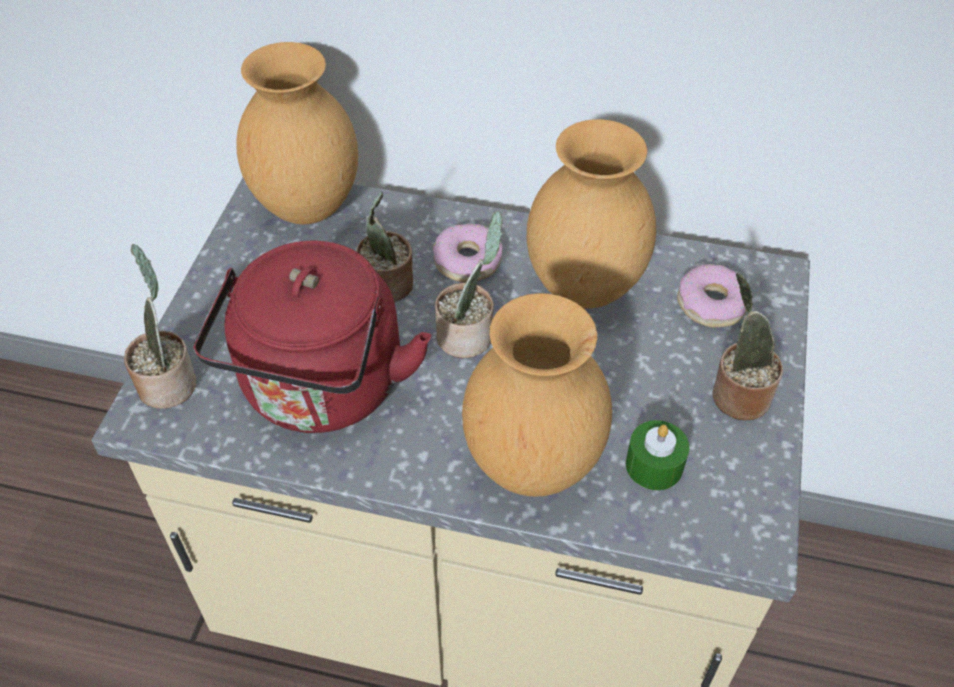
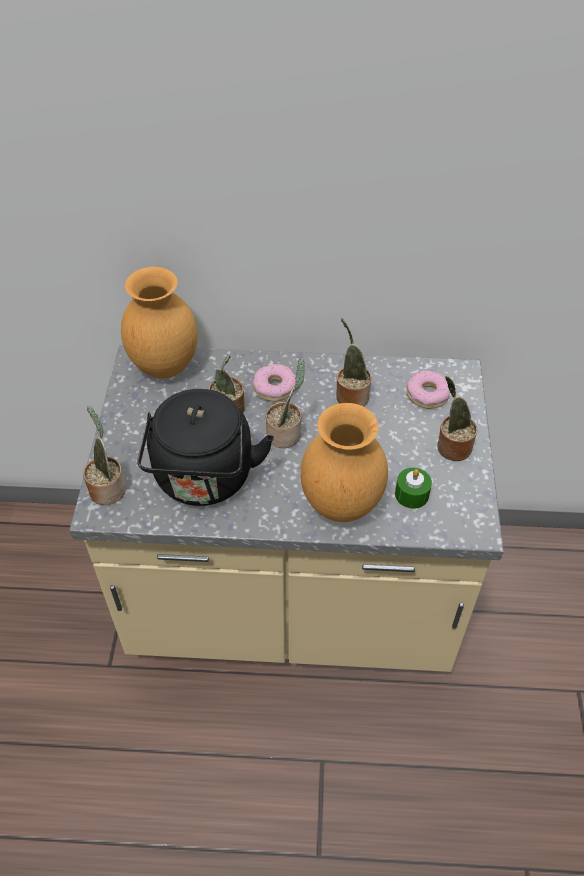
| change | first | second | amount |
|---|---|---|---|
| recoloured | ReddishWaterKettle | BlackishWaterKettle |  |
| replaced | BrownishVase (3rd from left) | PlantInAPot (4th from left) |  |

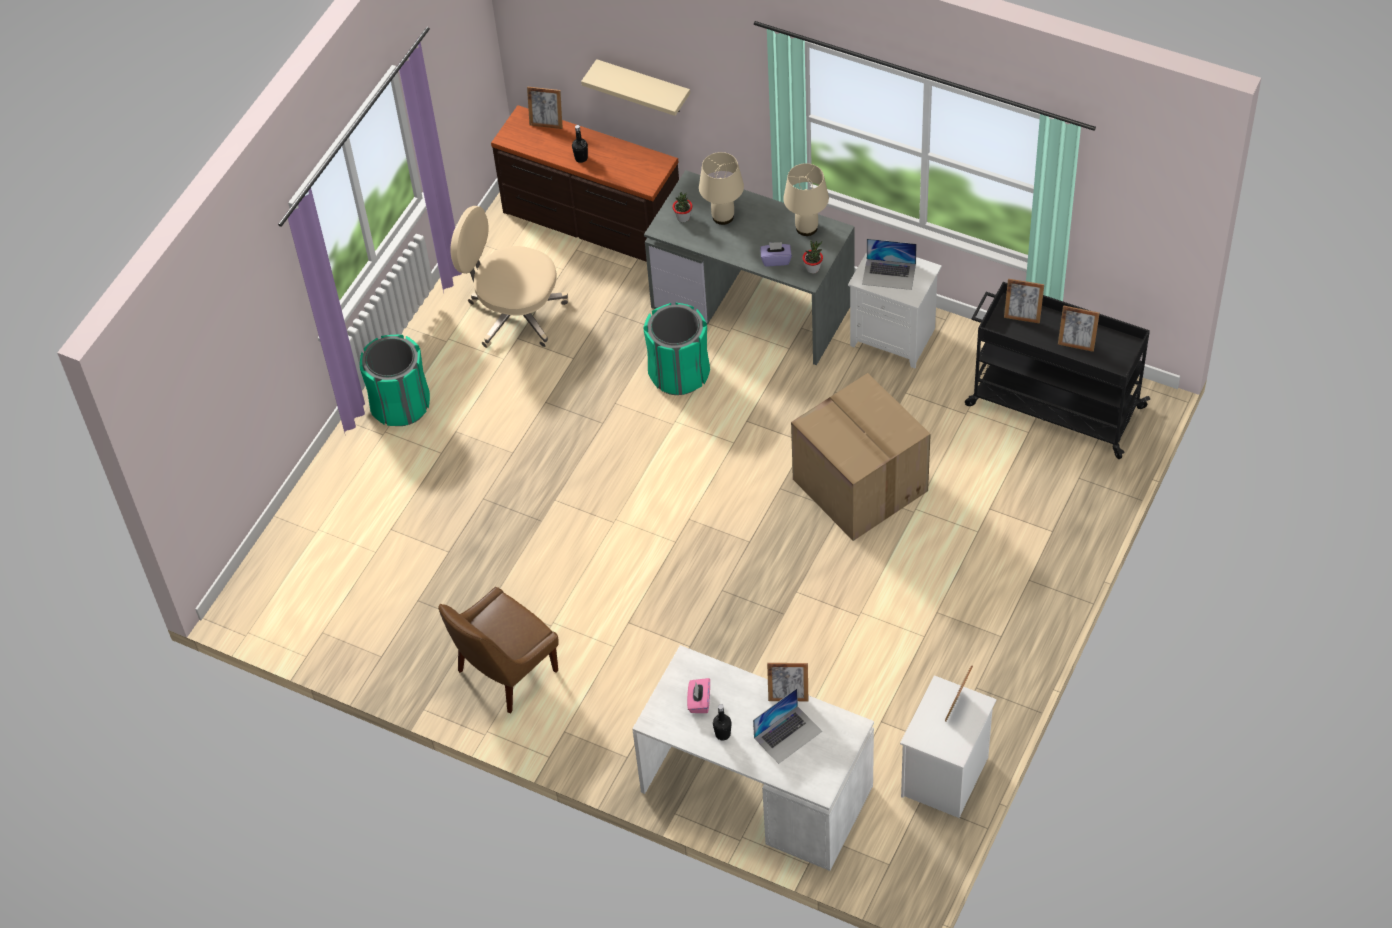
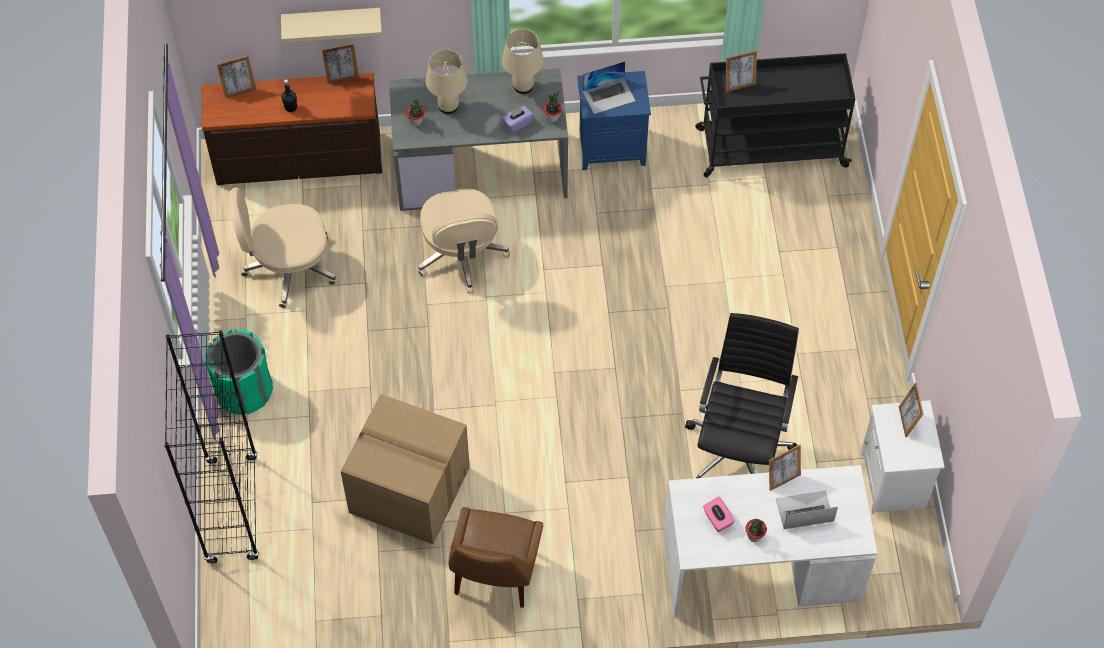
| change | first | second | amount |
|---|---|---|---|
| replaced | GreenWasteBin (2nd from left) | BeigeComputerChair (2nd from left) |  |
| replaced | BlackishBottle (2nd from left) | PlantInAPot (3rd from left) |  |
| turned | Laptop (1st from left in the first image) | Laptop (2nd from left) | 120 degrees counterclockwise |
| moved | Carton |  |  |
| recoloured | WhitishBedsideTable (1st from left) | BlueBedsideTable |  |
| moved | StandingFrame (5th from left in the first image) | StandingFrame (2nd from left) |  |
| added |  | BlackishBookcase |  |
| added |  | BlackishComputerChair |  |

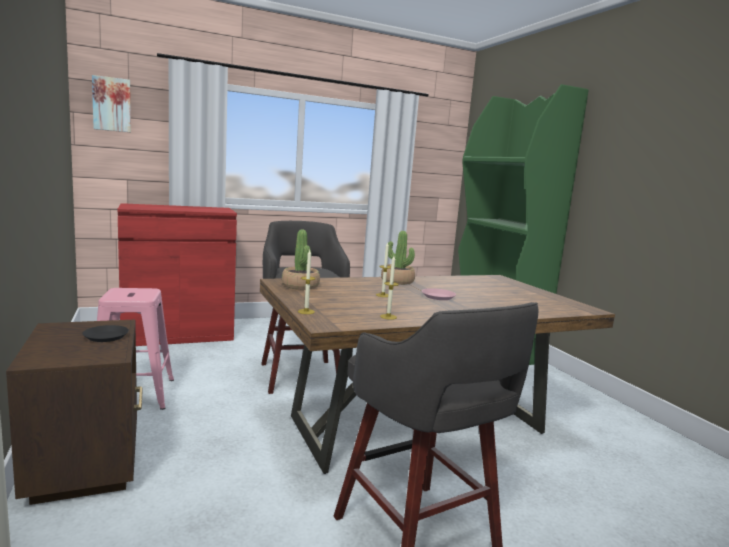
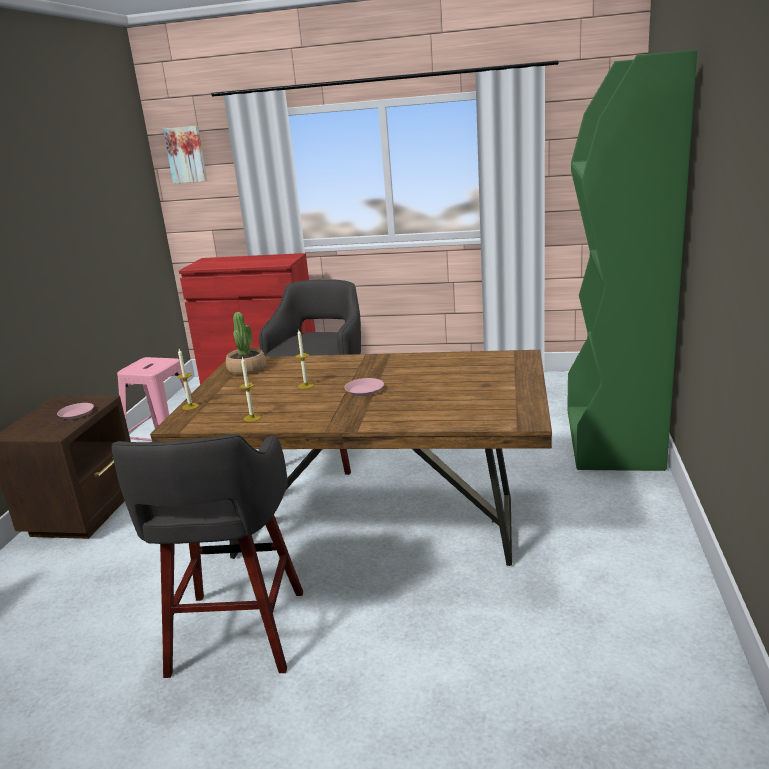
| change | first | second | amount |
|---|---|---|---|
| recoloured | BlackishFlatDish | PinkFlatDish (1st from left) |  |
| removed | PlantInAPot (2nd from left) |  |  |

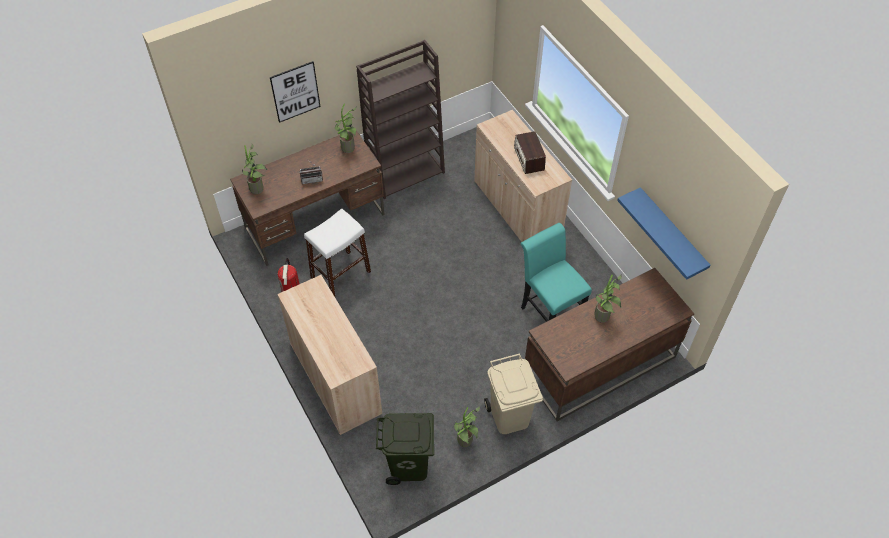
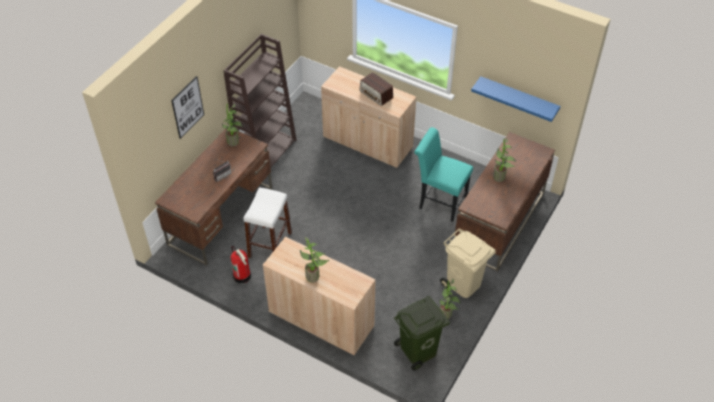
| change | first | second | amount |
|---|---|---|---|
| moved | PlantInAPot (1st from left in the first image) | PlantInAPot (2nd from left) |  |

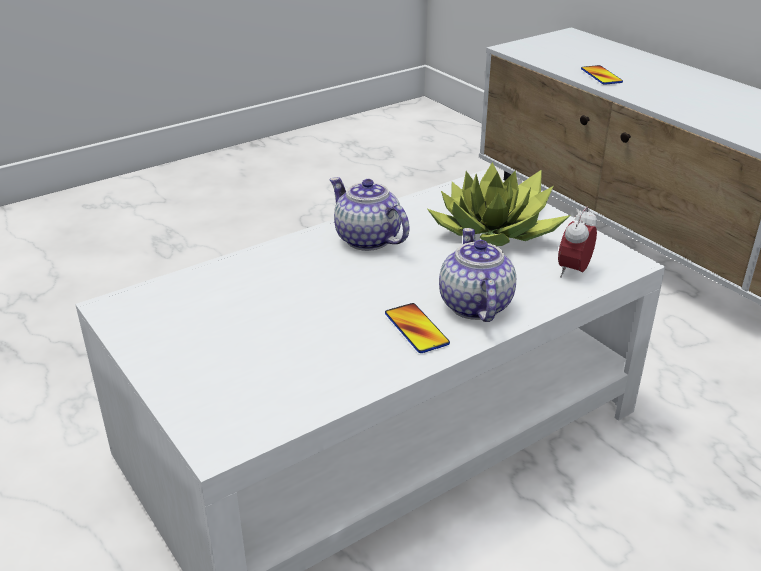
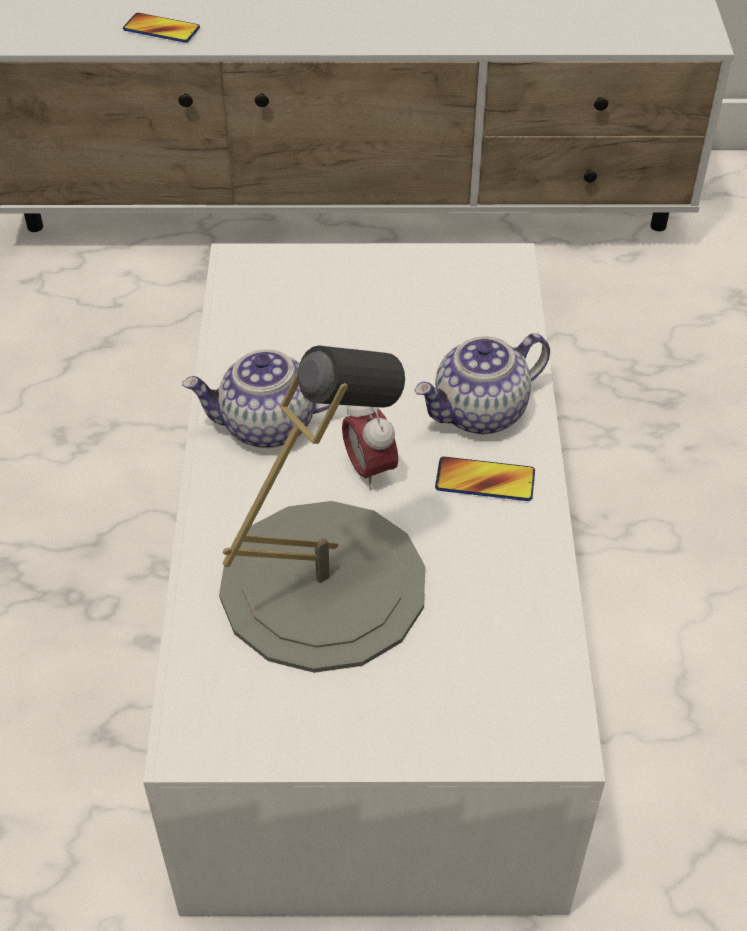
| change | first | second | amount |
|---|---|---|---|
| removed | PlantInAPot |  |  |
| turned | Teapot (2nd from left) |  | 60 degrees counterclockwise |
| moved | BedsideClock |  |  |
| added |  | GreyTableLamp |  |

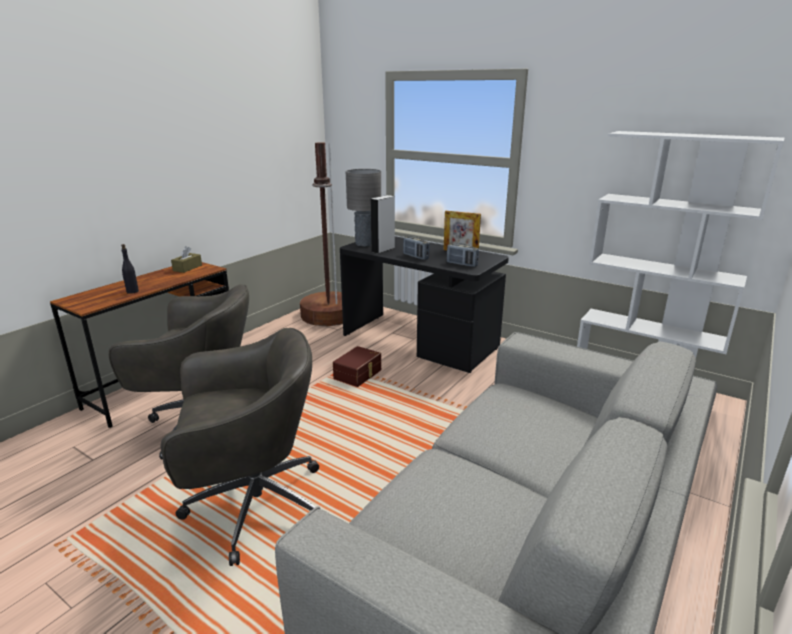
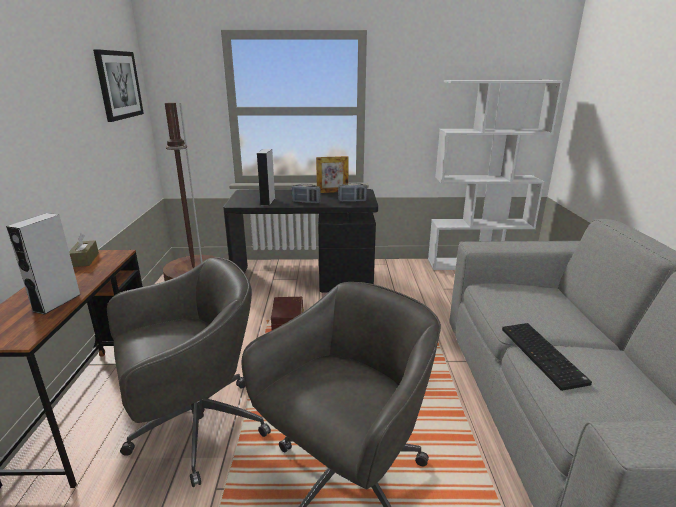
| change | first | second | amount |
|---|---|---|---|
| replaced | BlackishBottle | GreyAudioSpeaker (1st from left) |  |
| removed | GreyTableLamp |  |  |
| added |  | Picture |  |
| added |  | PcKeyboard |  |

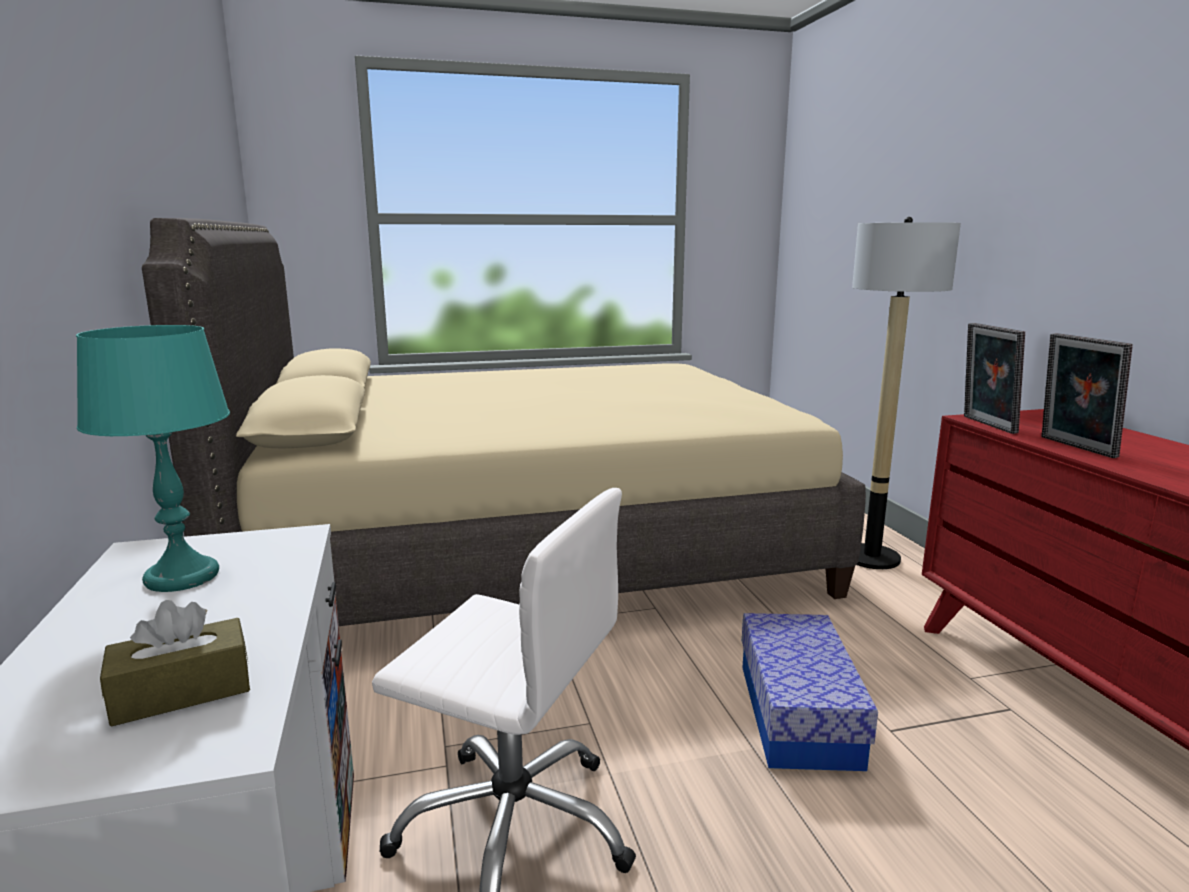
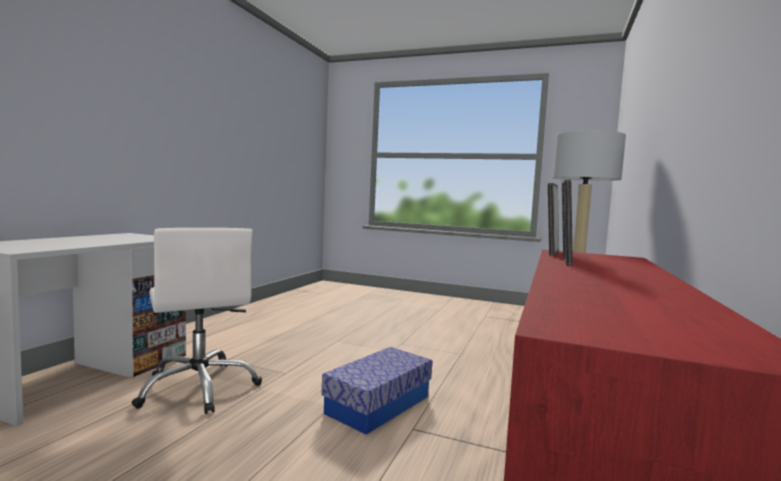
| change | first | second | amount |
|---|---|---|---|
| removed | BlueGreenTableLamp |  |  |
| removed | BrownishTissueBox |  |  |
| removed | BeigeBed |  |  |

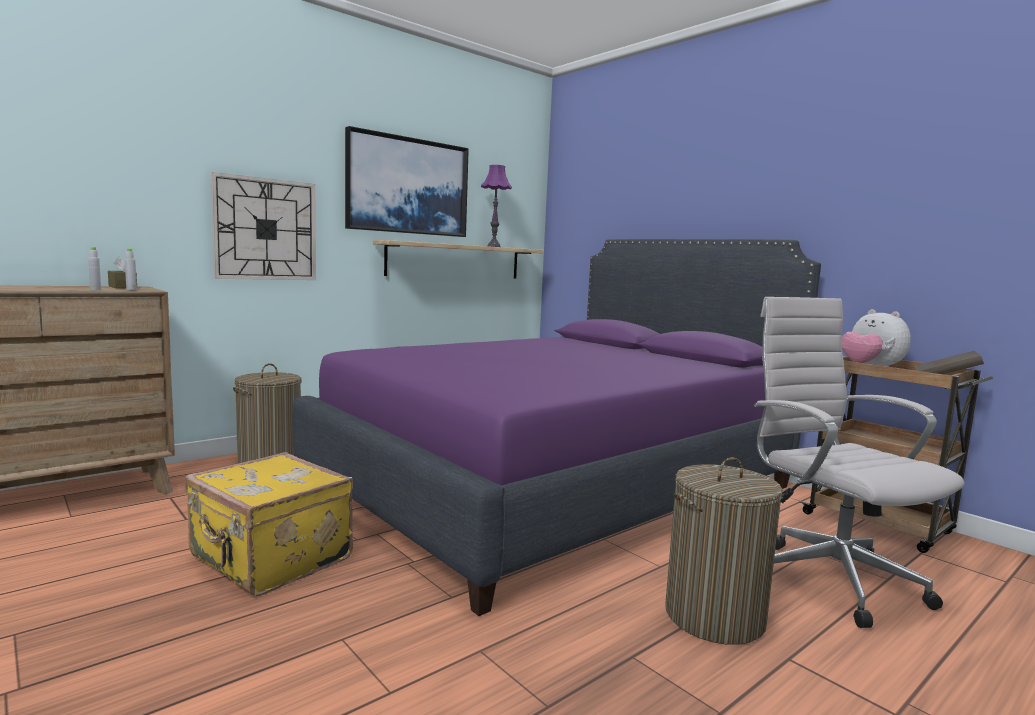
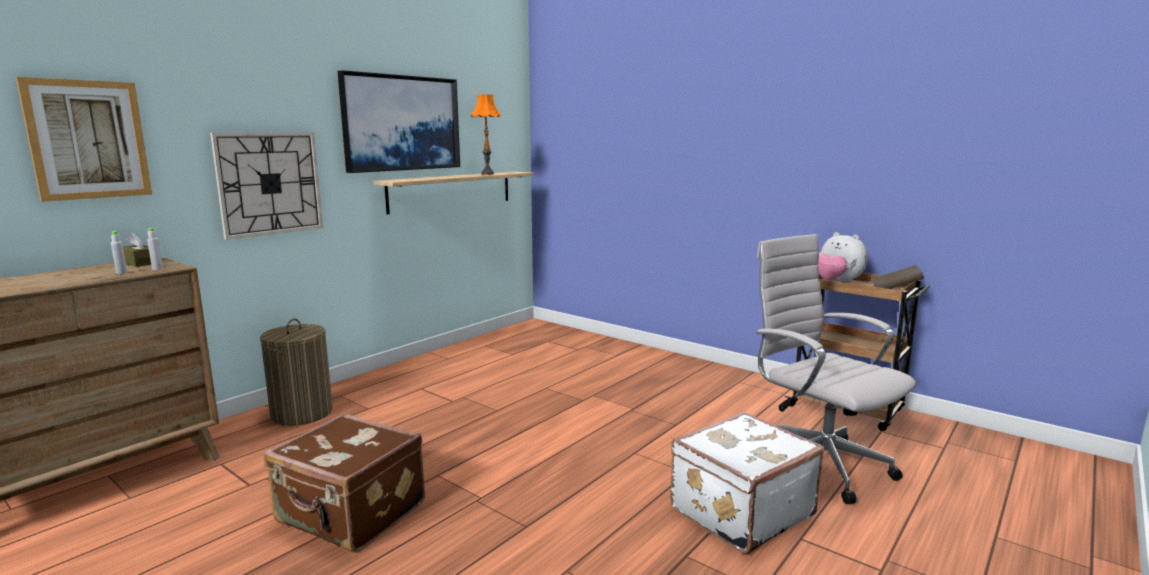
| change | first | second | amount |
|---|---|---|---|
| recoloured | YellowColouredSuitcase | BrownishSuitcase |  |
| removed | PurplishBed |  |  |
| recoloured | PurplishTableLamp | OrangeyTableLamp |  |
| replaced | WashingBasket (2nd from left) | WhitishSuitcase |  |
| added |  | Picture (1st from left) |  |

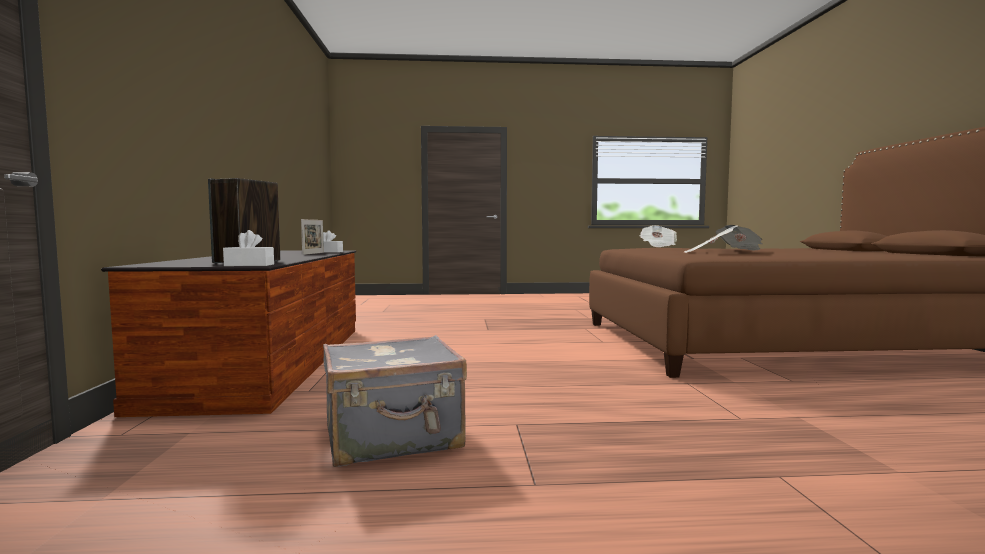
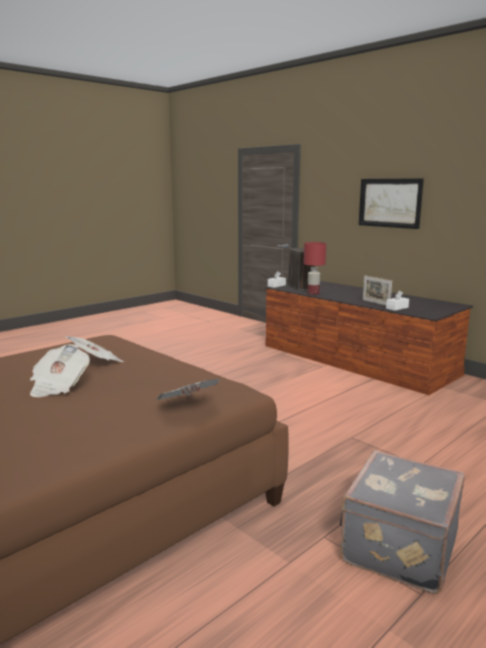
| change | first | second | amount |
|---|---|---|---|
| moved | GreySuitcase |  |  |
| added |  | ReddishTableLamp |  |
| added |  | Picture |  |

